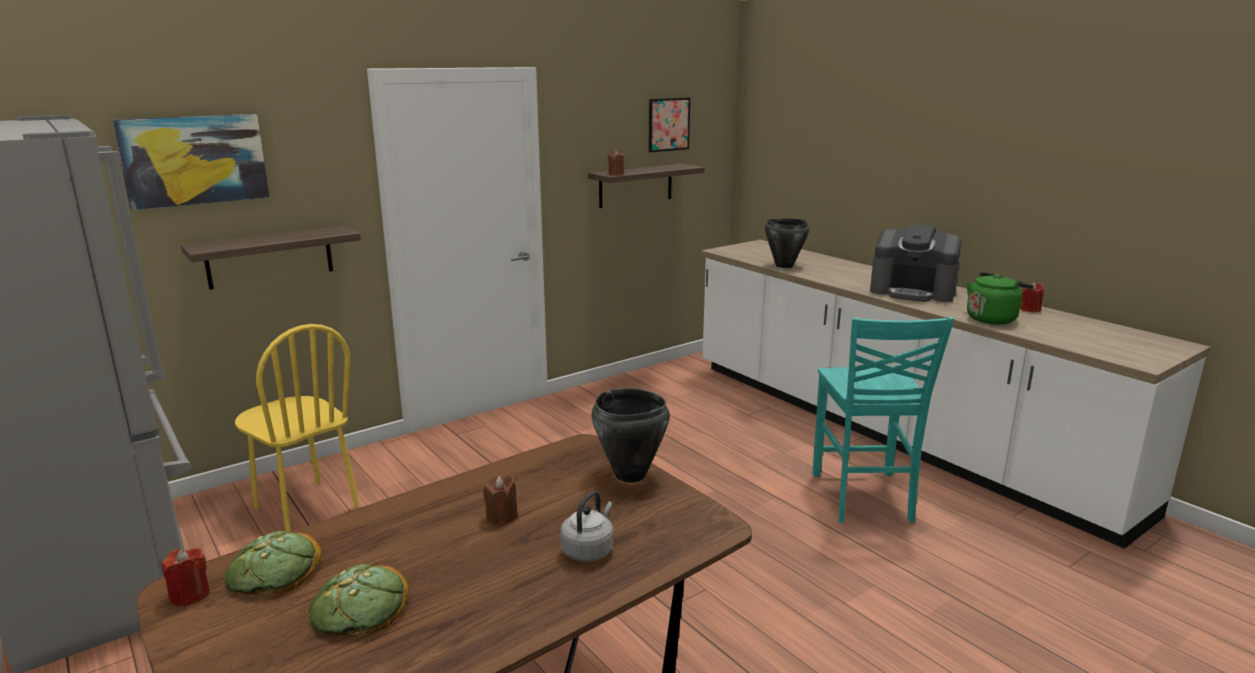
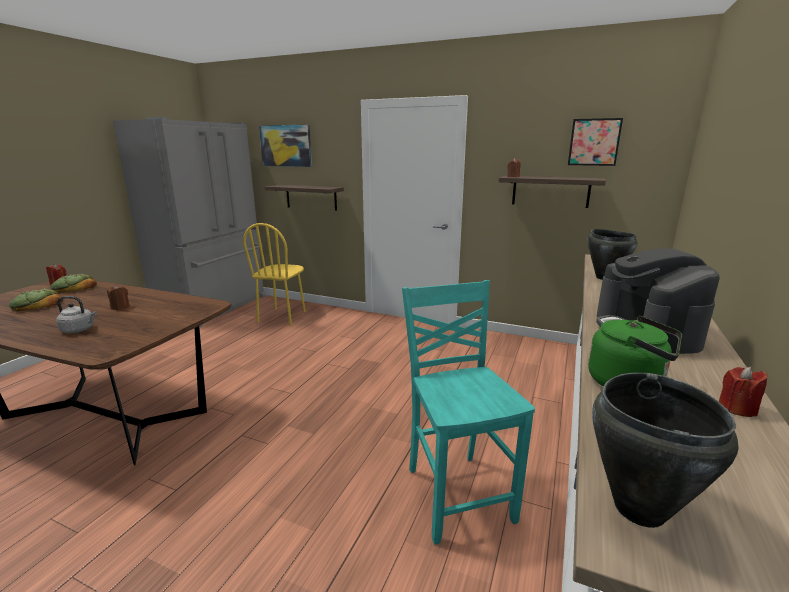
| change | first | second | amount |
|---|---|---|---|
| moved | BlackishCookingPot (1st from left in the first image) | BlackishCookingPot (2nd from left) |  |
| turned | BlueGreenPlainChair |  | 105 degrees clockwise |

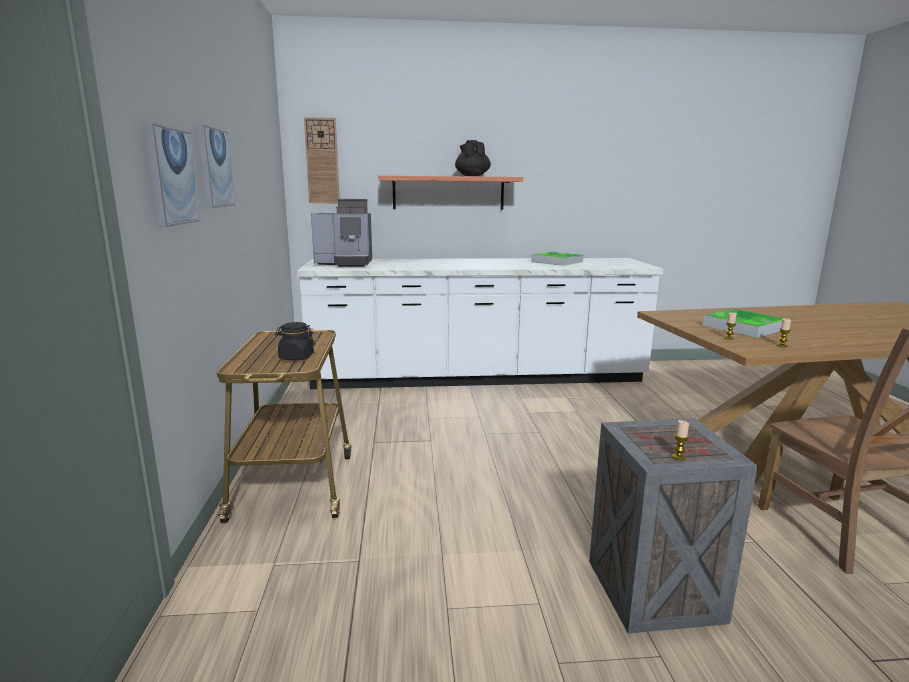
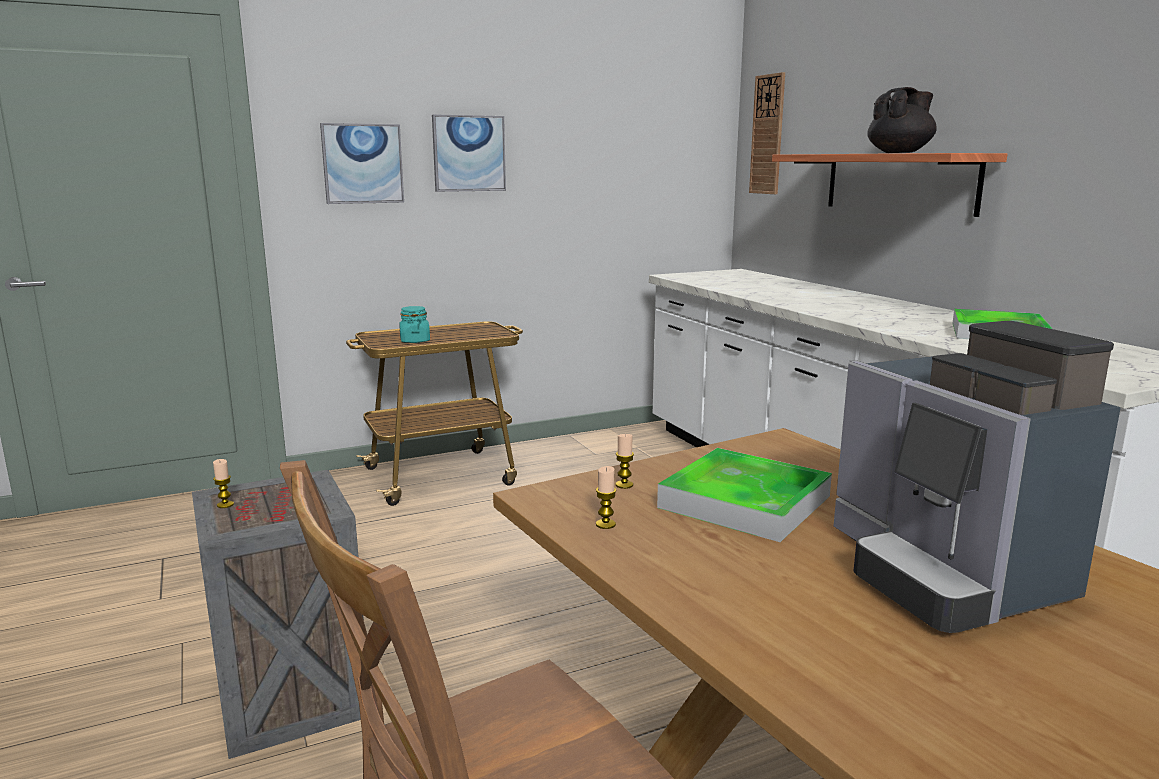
| change | first | second | amount |
|---|---|---|---|
| recoloured | BlackishStorageJar | BlueGreenStorageJar |  |
| moved | CoffeeMachine |  |  |

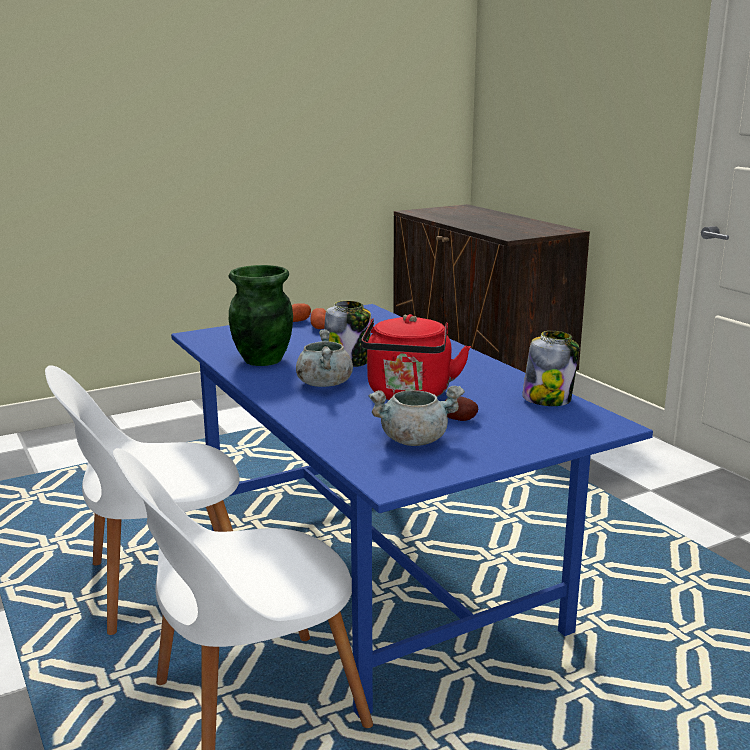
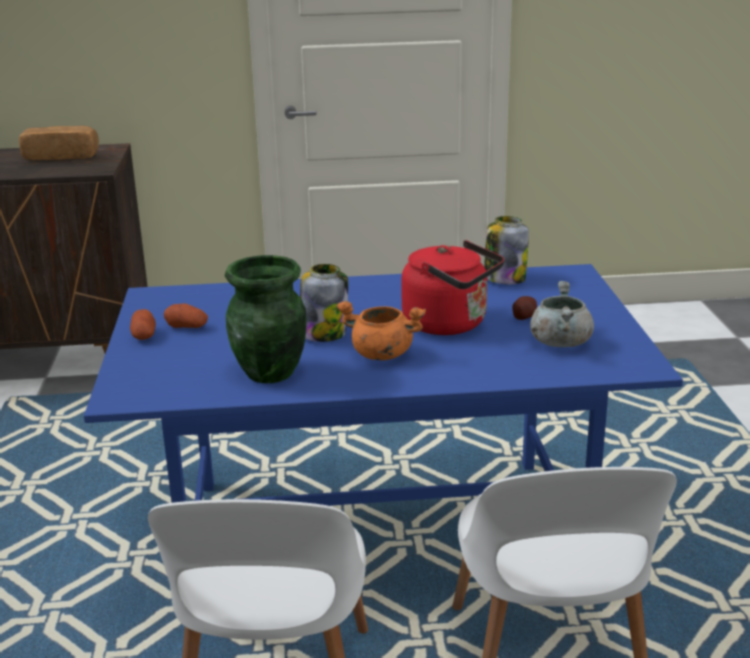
| change | first | second | amount |
|---|---|---|---|
| recoloured | GreyCookingPot (1st from left) | OrangeyCookingPot |  |
| added |  | BakeryBread |  |

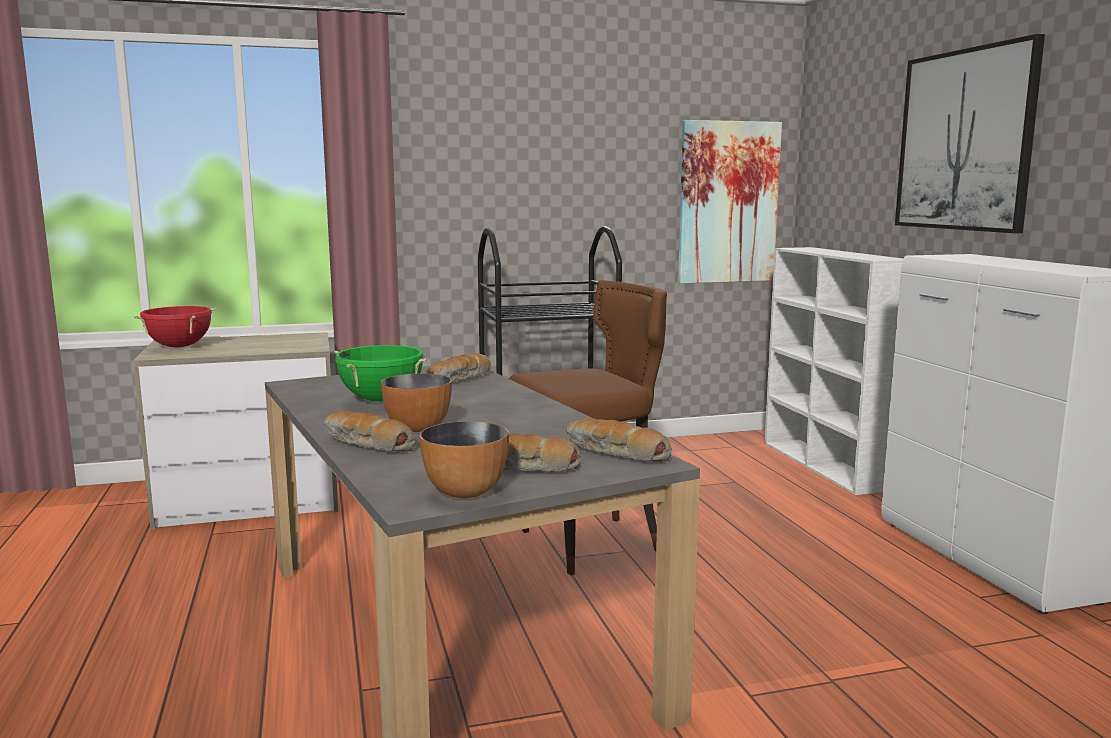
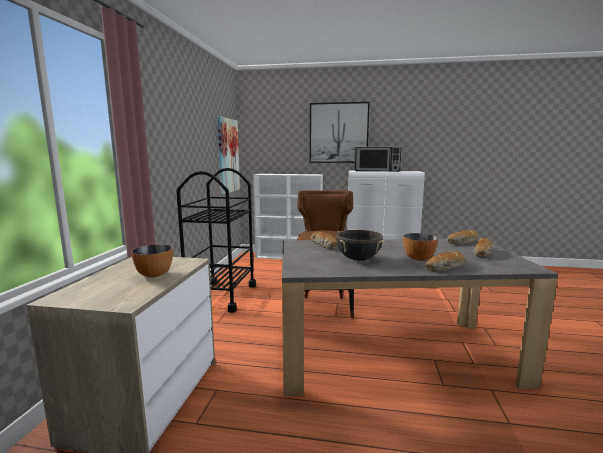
| change | first | second | amount |
|---|---|---|---|
| removed | ReddishCookingPot |  |  |
| recoloured | GreenCookingPot | BlackishCookingPot |  |
| moved | ServingBowl (2nd from left in the first image) | ServingBowl (1st from left) |  |
| added |  | KitchenMicrowave |  |

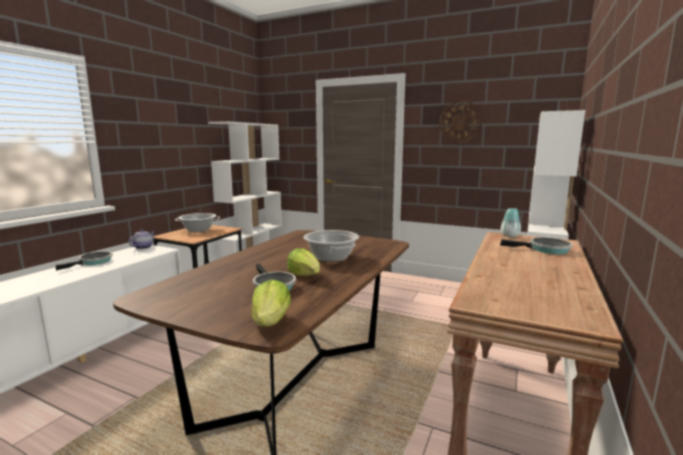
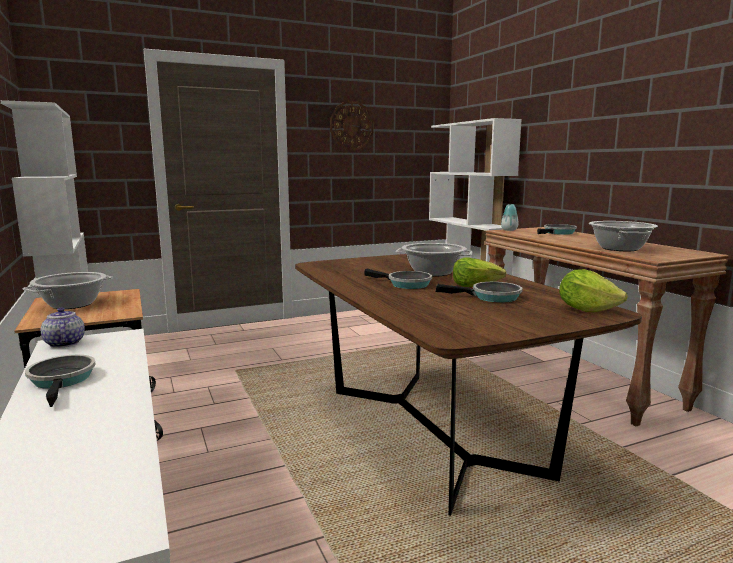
| change | first | second | amount |
|---|---|---|---|
| added |  | FryingPan (2nd from left) |  |
| added |  | CookingPot (3rd from left) |  |

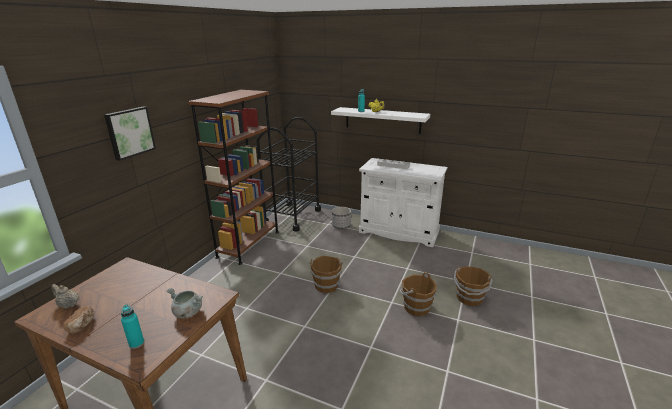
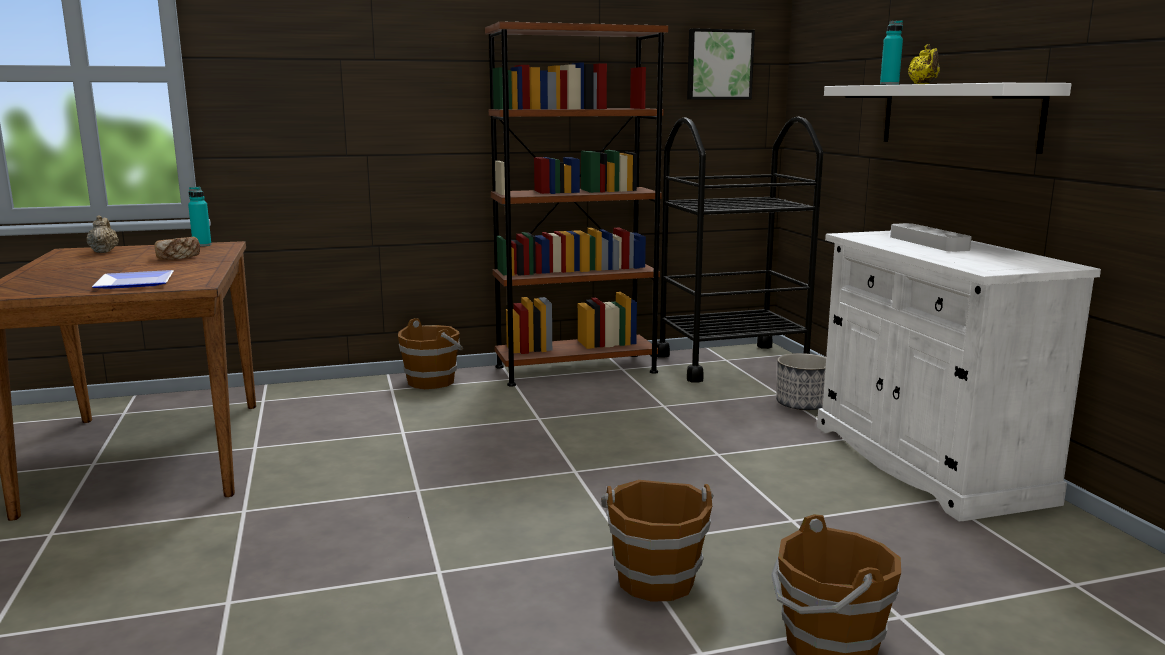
| change | first | second | amount |
|---|---|---|---|
| moved | BakeryBread |  |  |
| moved | Picture |  |  |
| moved | BlueGreenBottle (1st from left) |  |  |
| replaced | GreyCookingPot | FlatDish |  |
| moved | BrownishWaterBucket (1st from left) |  |  |

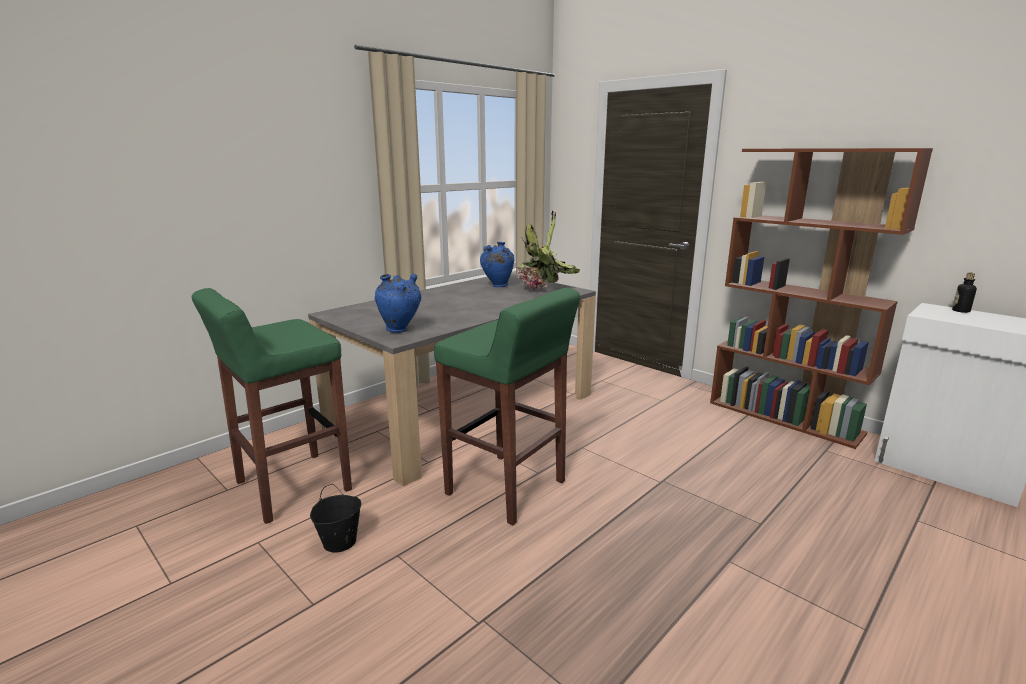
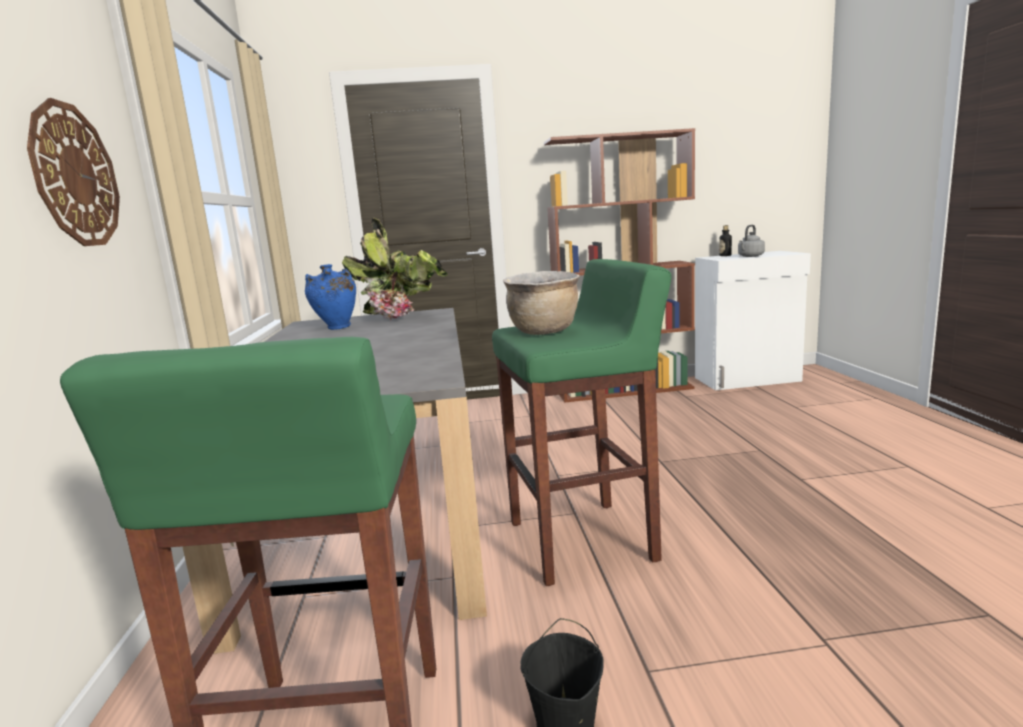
| change | first | second | amount |
|---|---|---|---|
| removed | BlueVase (1st from left) |  |  |
| added |  | WallClock |  |
| added |  | BrownishCookingPot |  |
| added |  | GreyWaterKettle |  |

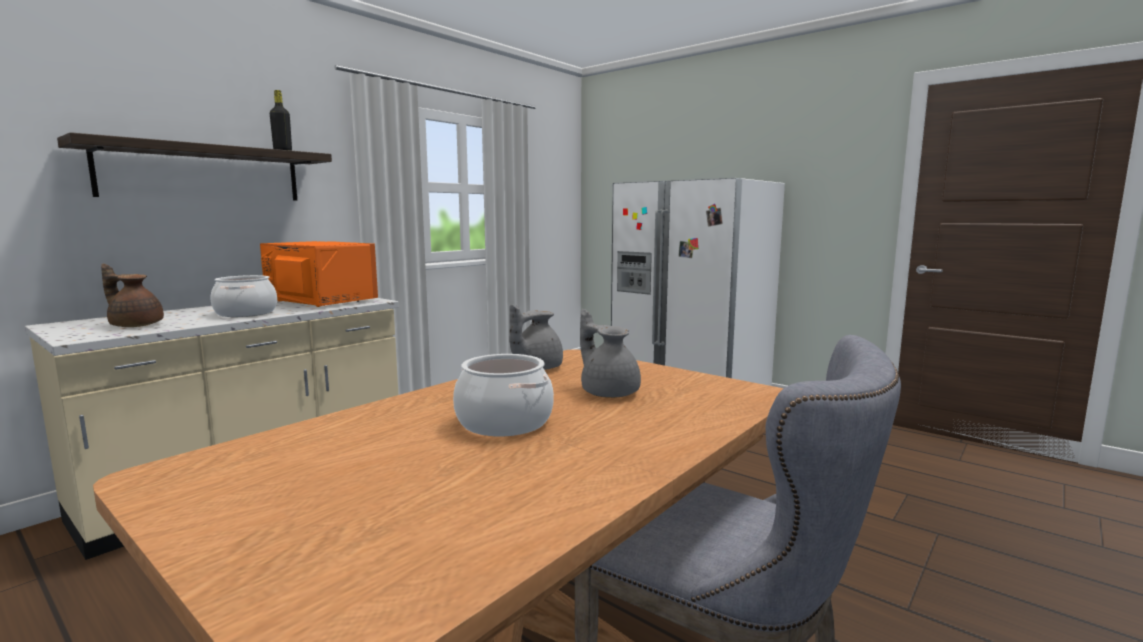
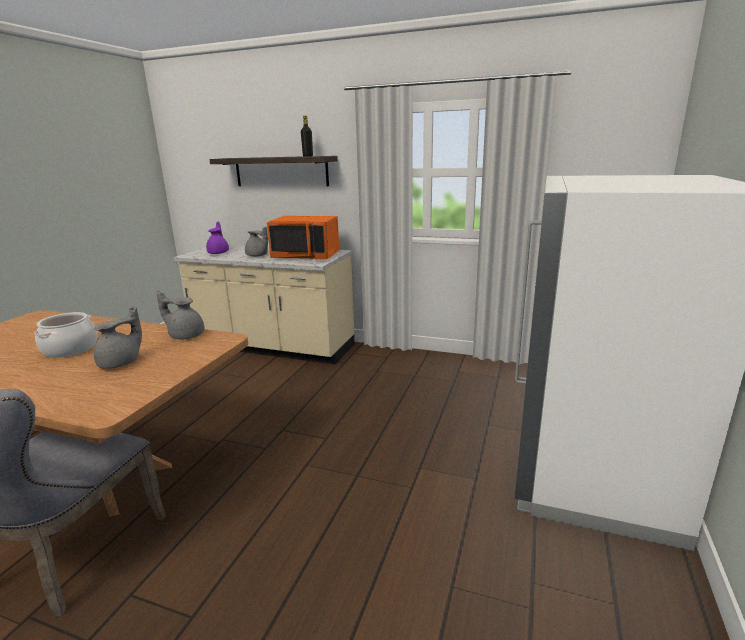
| change | first | second | amount |
|---|---|---|---|
| recoloured | BrownishTeapot | PurplishTeapot |  |
| replaced | CookingPot (1st from left) | GreyTeapot (3rd from left) |  |
| turned | OrangeyKitchenMicrowave |  | 90 degrees clockwise |

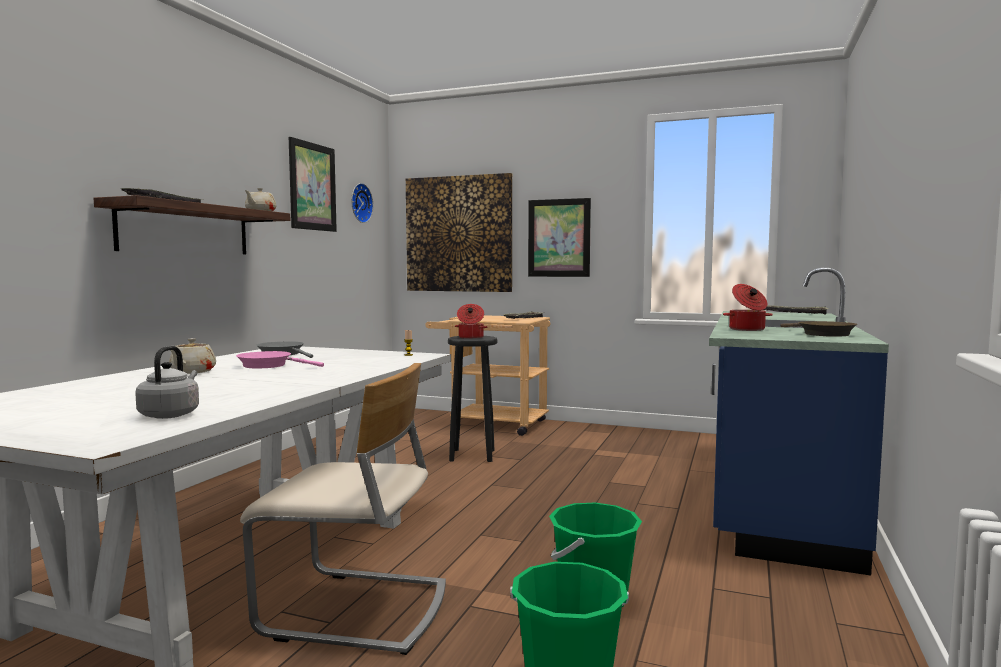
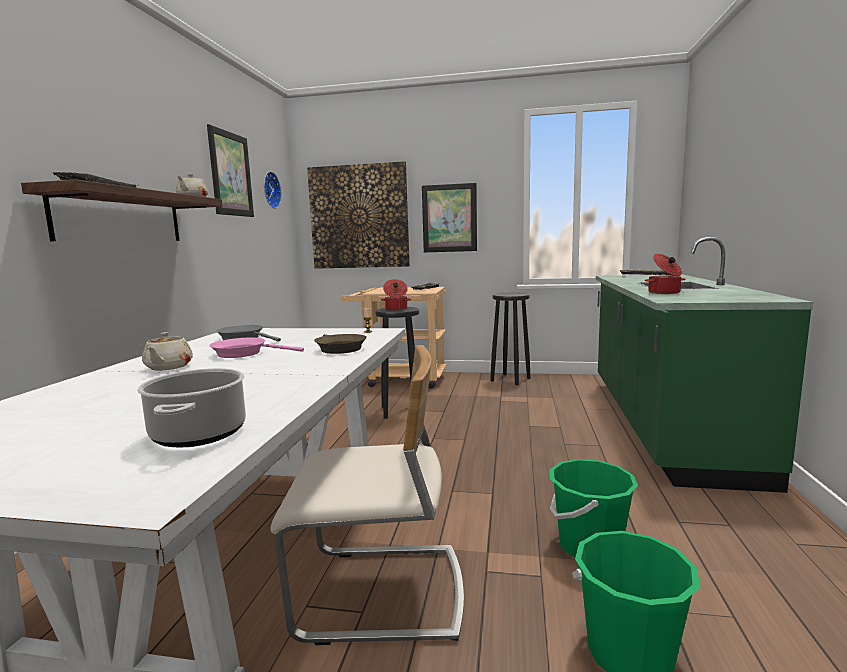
| change | first | second | amount |
|---|---|---|---|
| replaced | GreyWaterKettle | CookingPot (1st from left) |  |
| recoloured | BlueCounter | GreenCounter |  |
| moved | BrownishFryingPan |  |  |
| added |  | BlackishSittingStool (2nd from left) |  |

